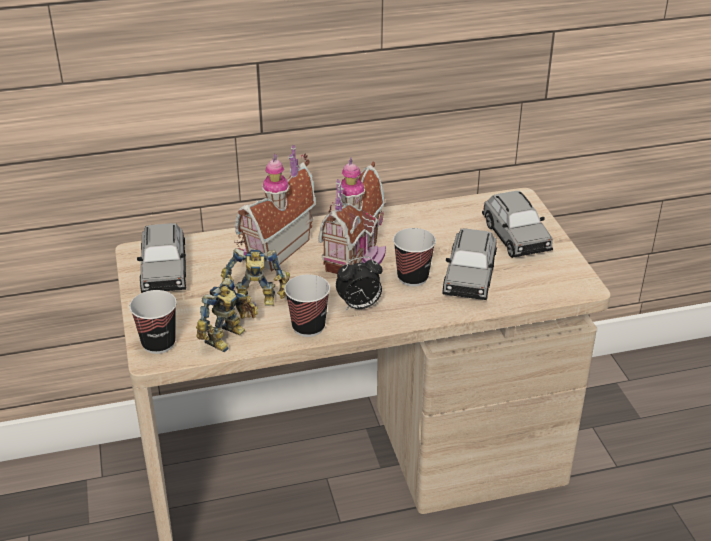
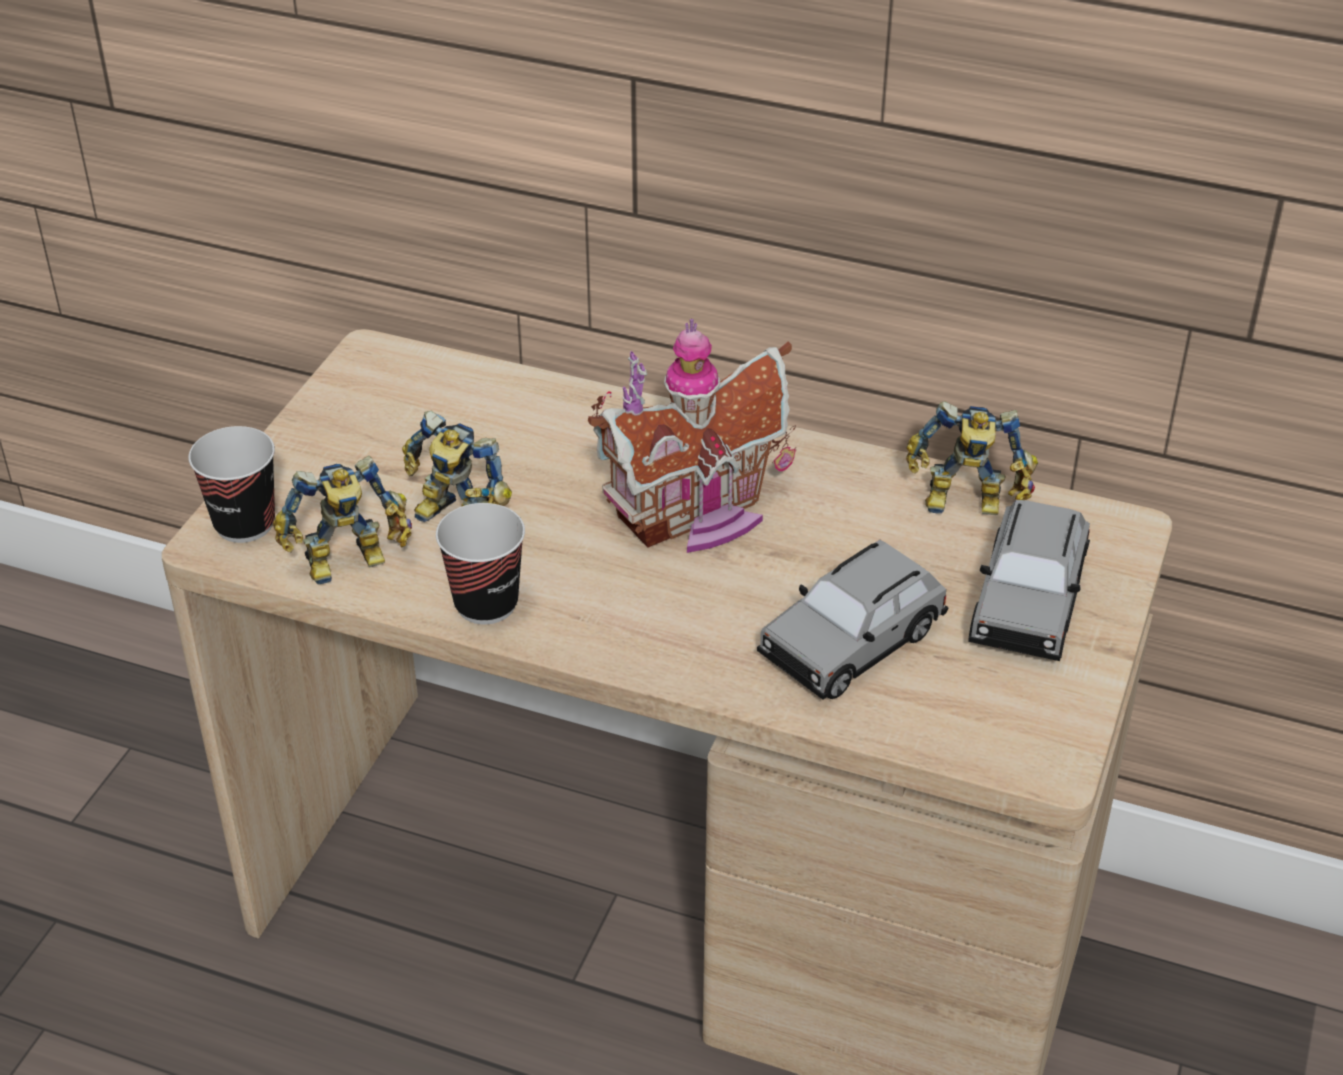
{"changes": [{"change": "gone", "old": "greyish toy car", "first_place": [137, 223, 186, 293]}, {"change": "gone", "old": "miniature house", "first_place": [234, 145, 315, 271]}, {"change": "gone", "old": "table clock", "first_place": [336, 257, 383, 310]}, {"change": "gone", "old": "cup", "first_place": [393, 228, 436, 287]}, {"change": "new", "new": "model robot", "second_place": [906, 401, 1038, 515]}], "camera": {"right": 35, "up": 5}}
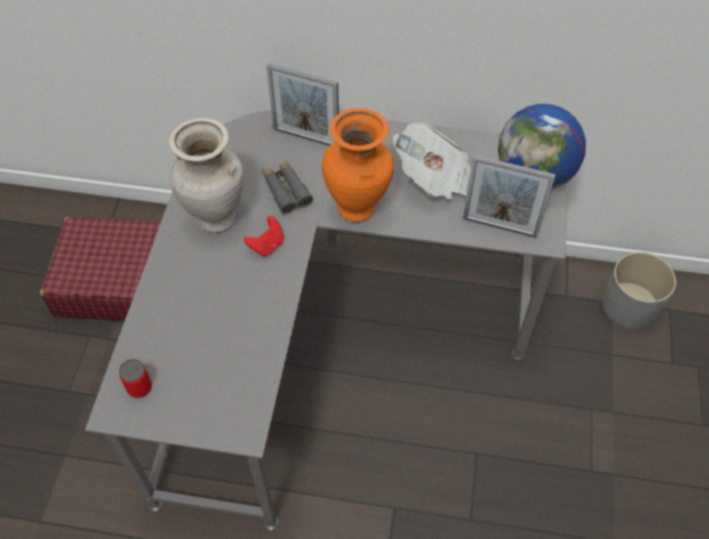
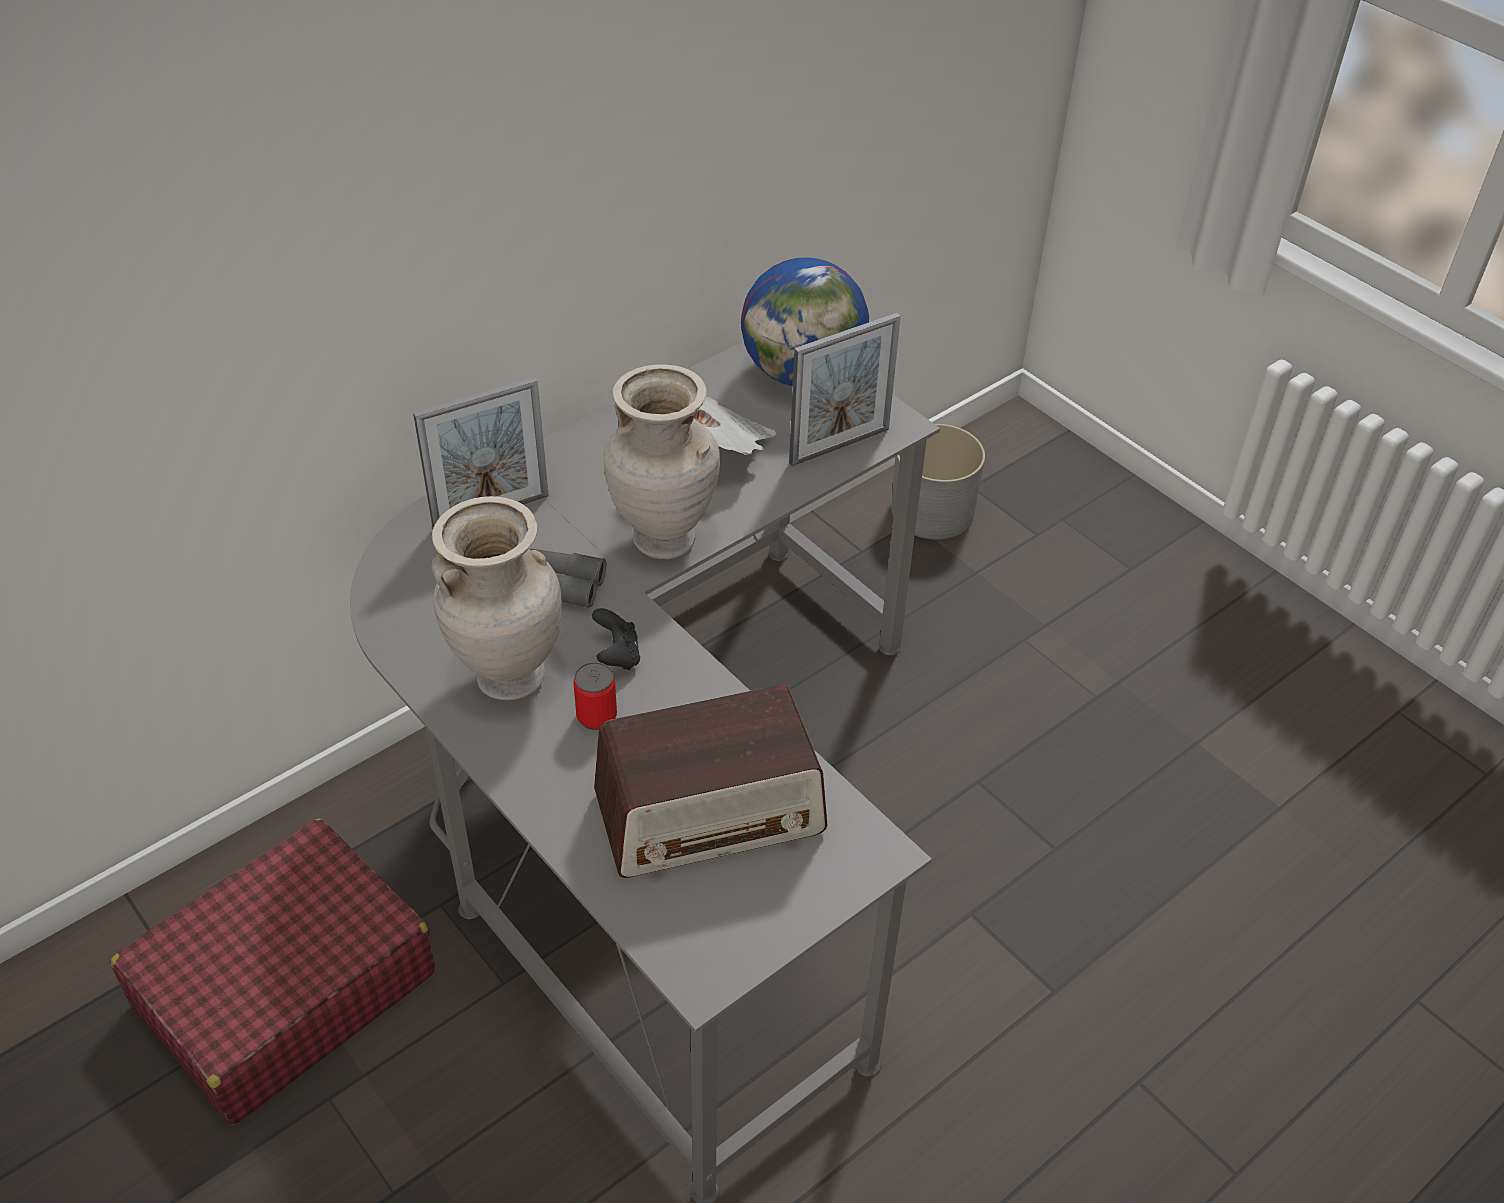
{"changes": [{"change": "shifted", "old": "sealed can", "first_place": [119, 359, 152, 398], "second_place": [573, 662, 617, 730]}, {"change": "repainted", "old": "red-coloured joypad", "new": "black-coloured joypad", "first_place": [244, 216, 284, 256], "second_place": [592, 608, 640, 670]}, {"change": "repainted", "old": "orange vase", "new": "beige vase", "first_place": [322, 108, 394, 222], "second_place": [604, 364, 720, 559]}, {"change": "new", "new": "radio", "second_place": [594, 685, 827, 878]}], "camera": {"right": -50, "up": -10}}
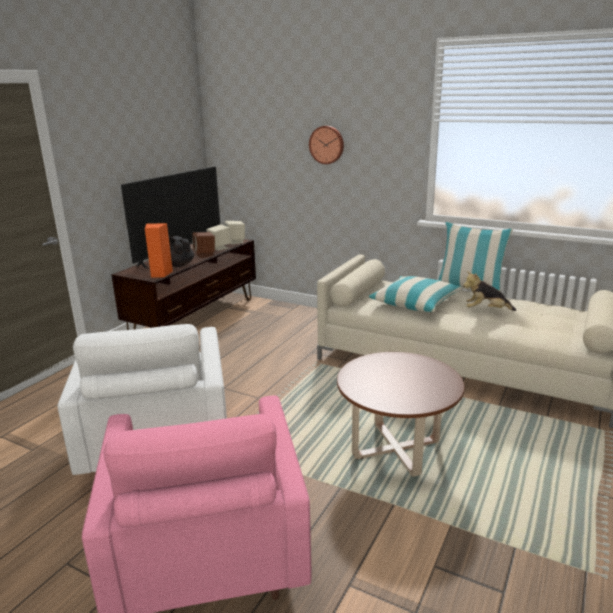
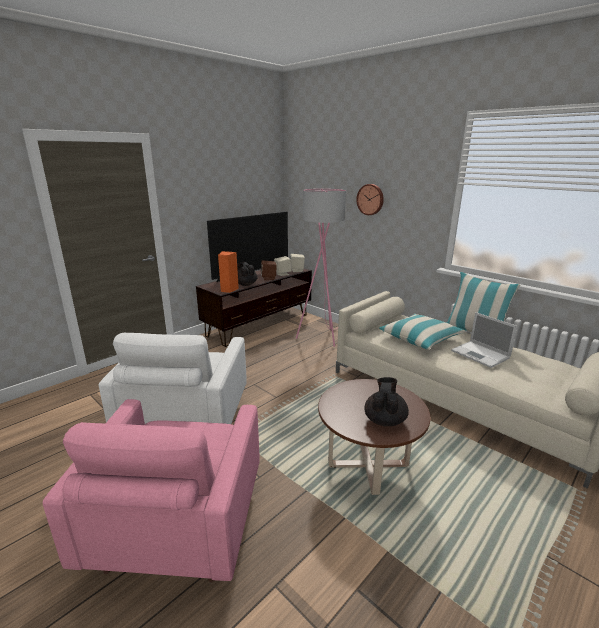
{"changes": [{"change": "swapped", "old": "soft toy", "new": "notebook computer", "first_place": [463, 271, 516, 311], "second_place": [451, 312, 518, 368]}, {"change": "new", "new": "pink floor lamp", "second_place": [296, 189, 346, 347]}, {"change": "new", "new": "black-coloured tea pot", "second_place": [364, 377, 409, 427]}], "camera": {"right": 15, "up": 0}}
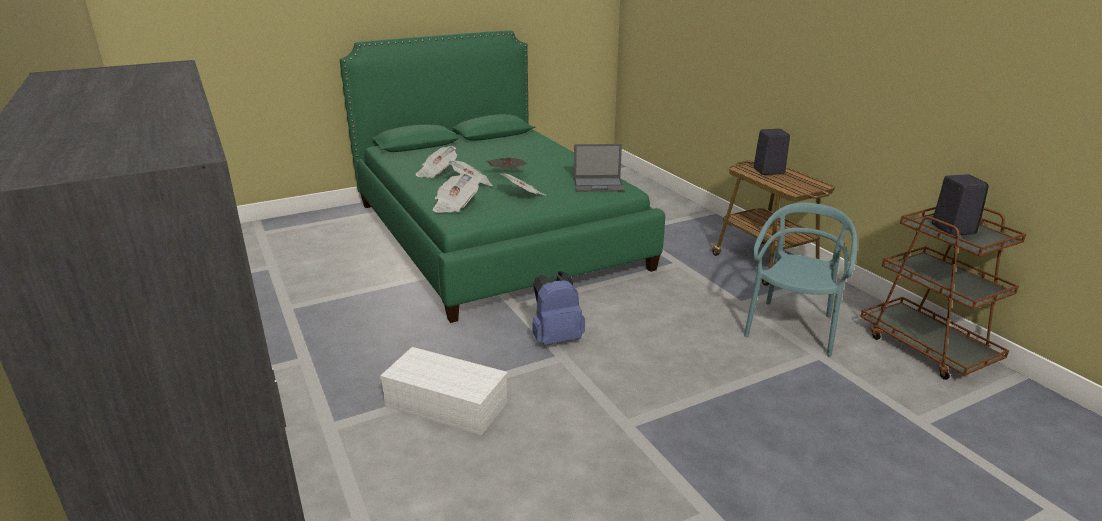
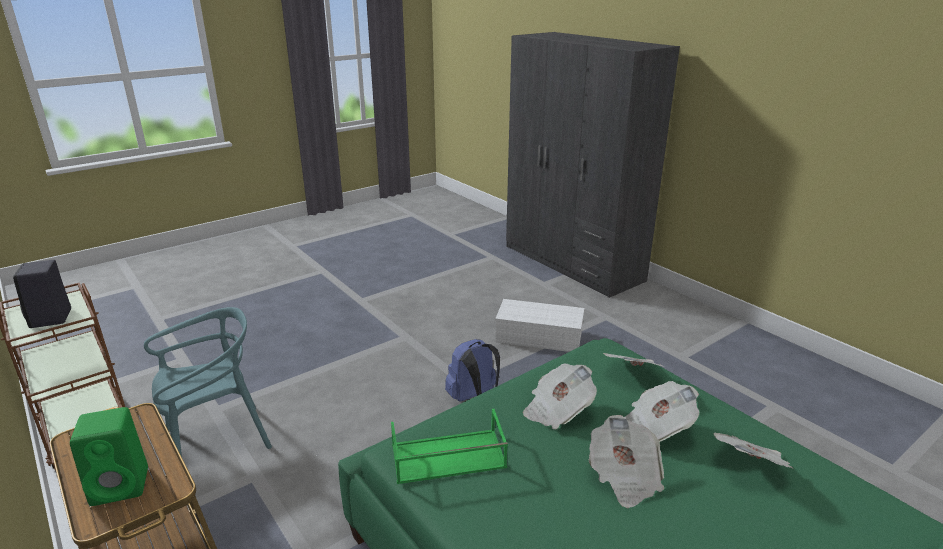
{"changes": [{"change": "swapped", "old": "notebook computer", "new": "greenish serving tray", "first_place": [574, 144, 624, 192], "second_place": [391, 409, 508, 484]}, {"change": "rotated", "old": "turquoise plain chair", "first_place": [744, 202, 857, 356], "second_place": [144, 307, 272, 457], "degrees": -135}, {"change": "repainted", "old": "black-coloured loudspeaker", "new": "greenish loudspeaker", "first_place": [754, 129, 790, 175], "second_place": [70, 407, 148, 506]}], "camera": {"right": 170, "up": 0}}
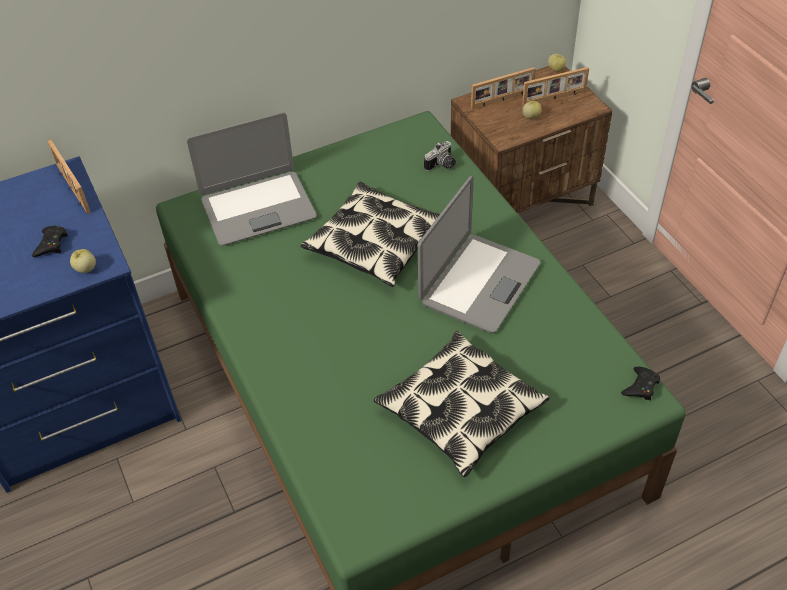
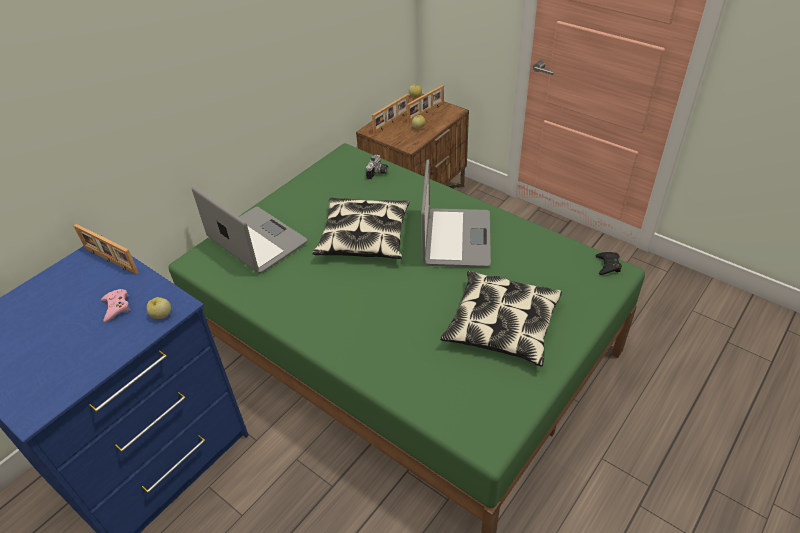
{"changes": [{"change": "repainted", "old": "black-coloured joypad", "new": "pink joypad", "first_place": [32, 226, 68, 257], "second_place": [101, 289, 130, 322]}, {"change": "rotated", "old": "notebook computer", "first_place": [187, 112, 317, 246], "second_place": [192, 186, 307, 274], "degrees": -90}], "camera": {"right": -25, "up": -5}}
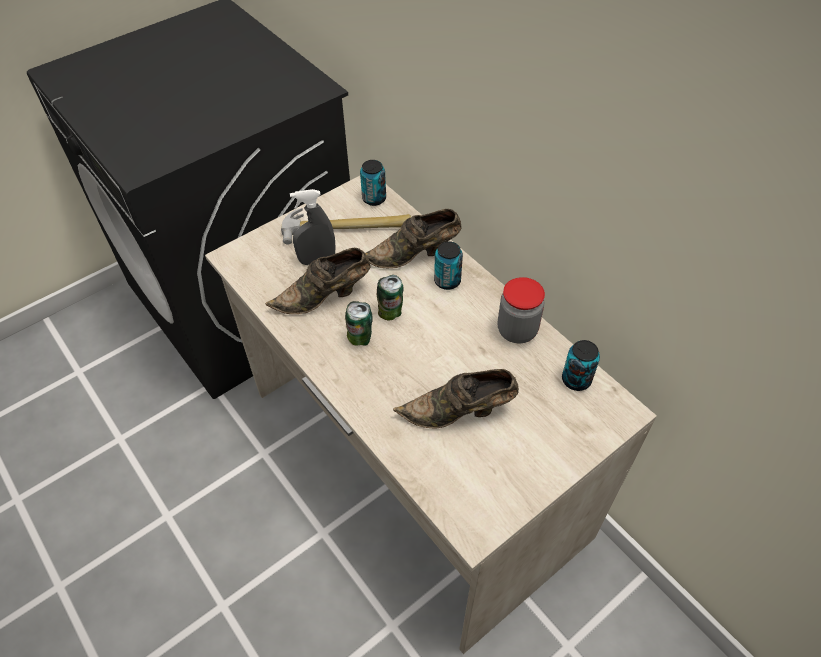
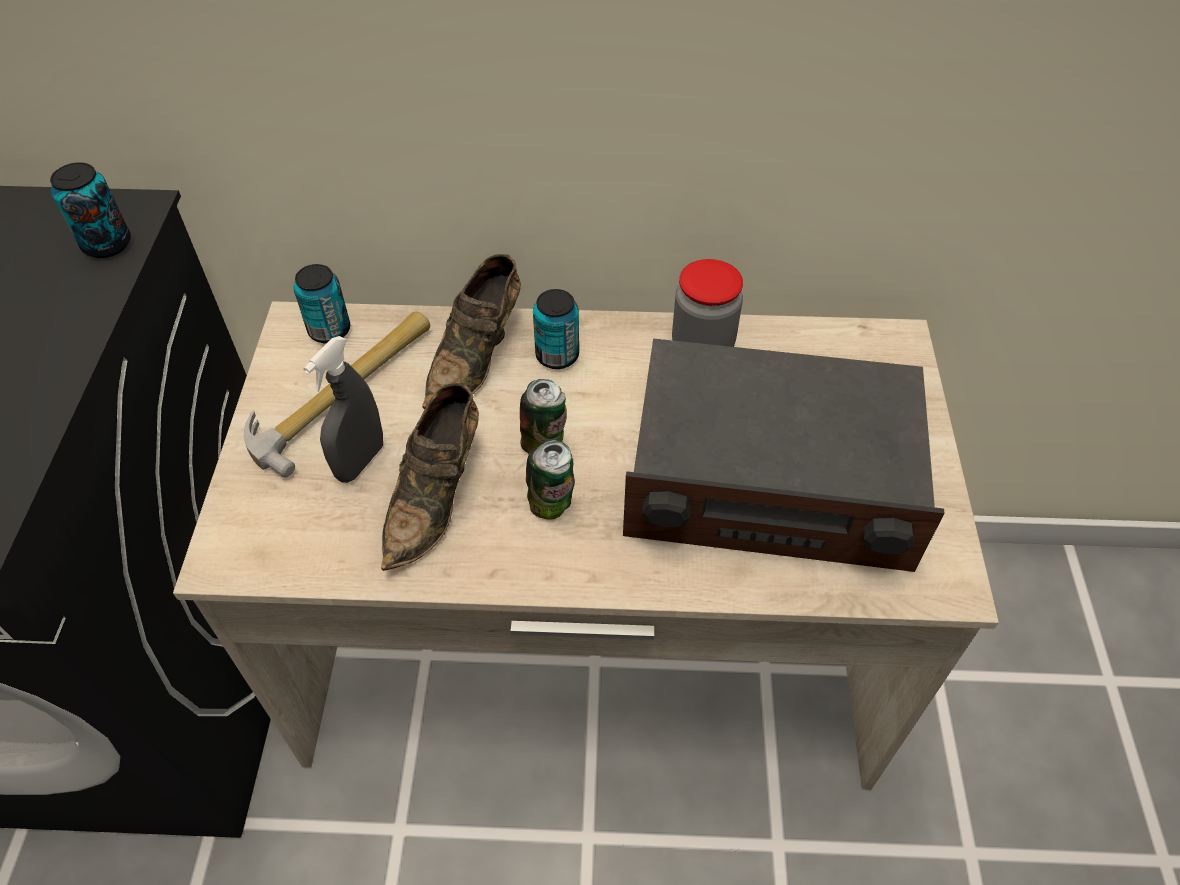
{"changes": [{"change": "swapped", "old": "brownish low shoe", "new": "radio", "first_place": [393, 369, 519, 429], "second_place": [623, 339, 944, 572]}, {"change": "shifted", "old": "sealed can", "first_place": [562, 340, 600, 391], "second_place": [50, 162, 131, 258]}], "camera": {"right": -50, "up": 0}}
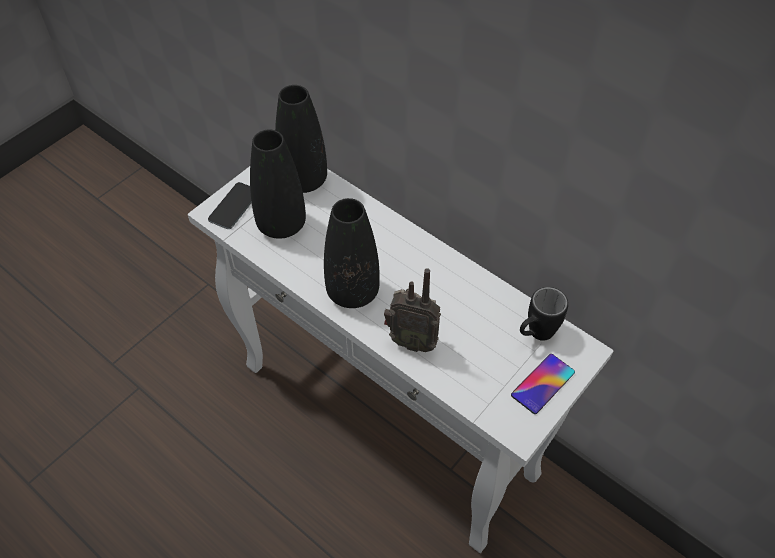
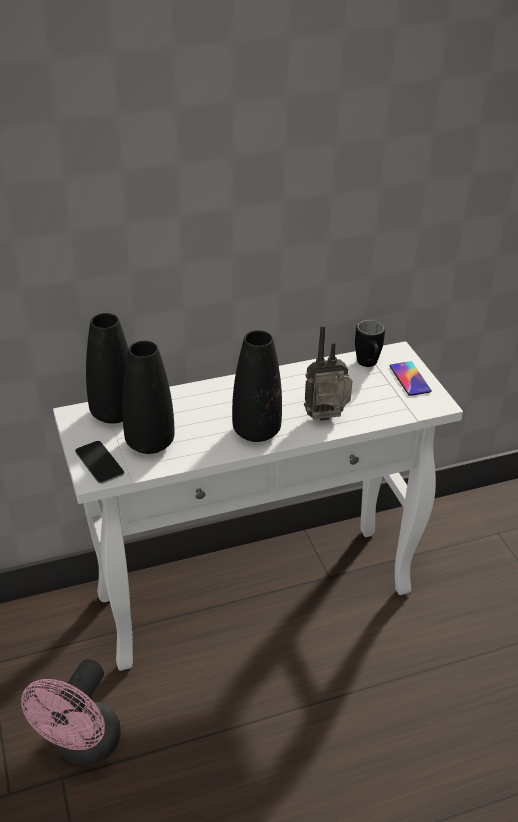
{"changes": [{"change": "rotated", "old": "radio", "first_place": [384, 268, 441, 352], "second_place": [304, 325, 353, 421], "degrees": -150}, {"change": "new", "new": "pink cooling fan", "second_place": [21, 659, 121, 765]}], "camera": {"right": -60, "up": -15}}
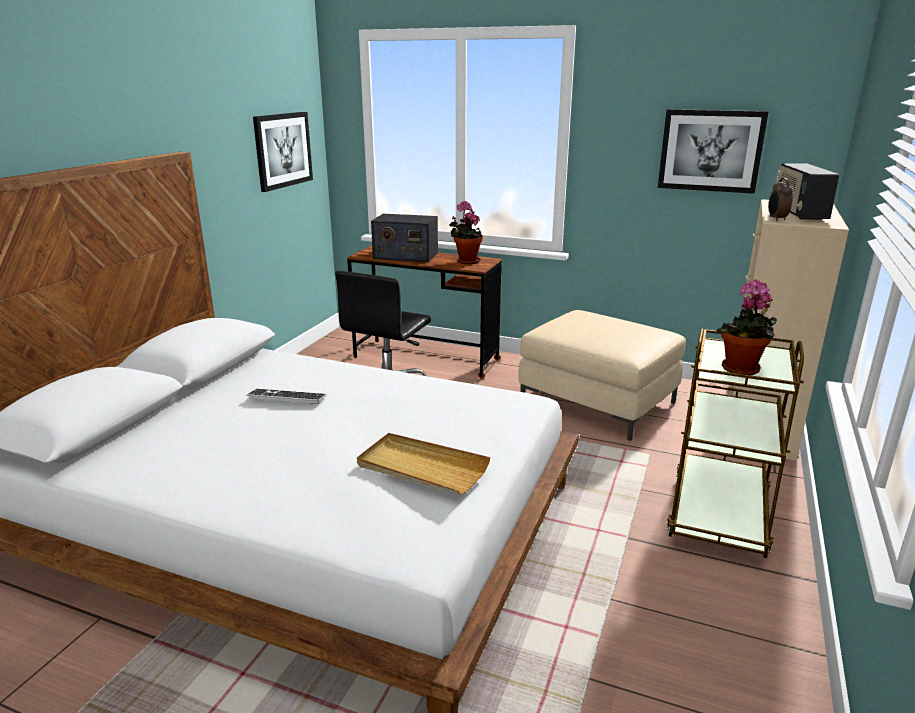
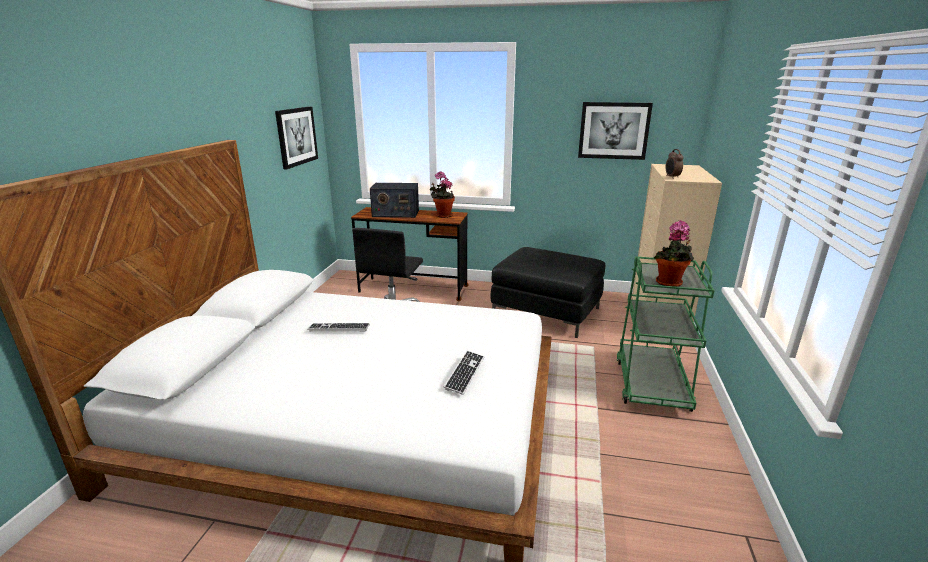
{"changes": [{"change": "swapped", "old": "beige serving tray", "new": "keyboard", "first_place": [357, 433, 490, 494], "second_place": [443, 351, 484, 395]}, {"change": "repainted", "old": "beige footrest", "new": "black-coloured footrest", "first_place": [518, 310, 686, 441], "second_place": [491, 247, 605, 338]}, {"change": "repainted", "old": "brownish wheeled cart", "new": "greenish wheeled cart", "first_place": [667, 329, 804, 558], "second_place": [617, 256, 715, 412]}, {"change": "gone", "old": "radio", "first_place": [776, 163, 840, 220]}], "camera": {"right": -10, "up": 0}}
